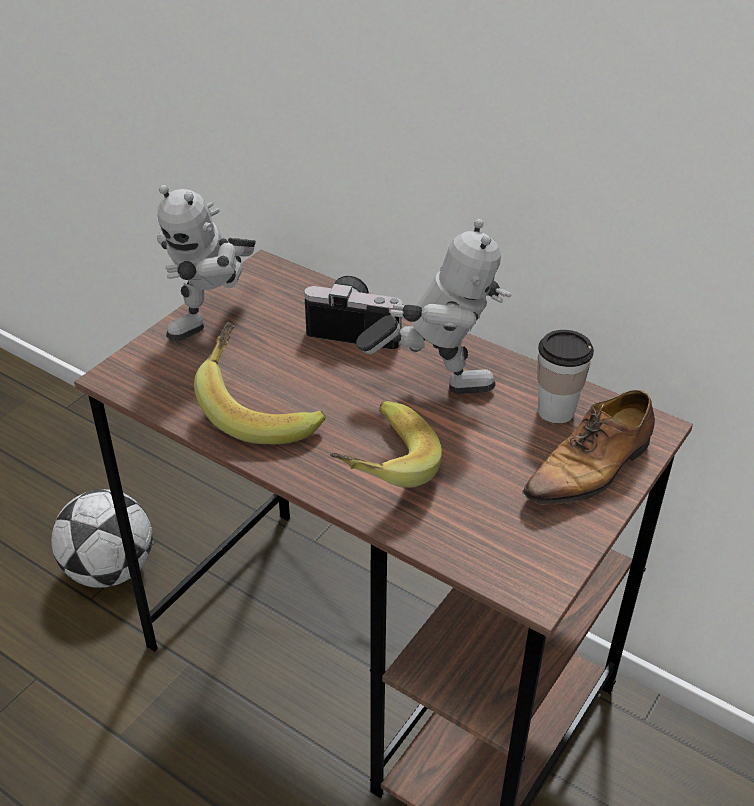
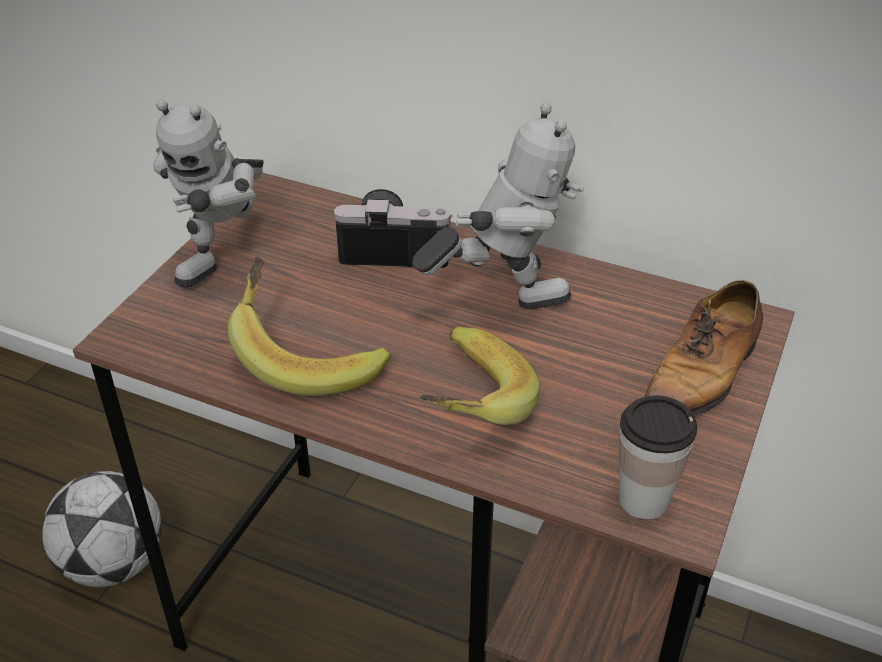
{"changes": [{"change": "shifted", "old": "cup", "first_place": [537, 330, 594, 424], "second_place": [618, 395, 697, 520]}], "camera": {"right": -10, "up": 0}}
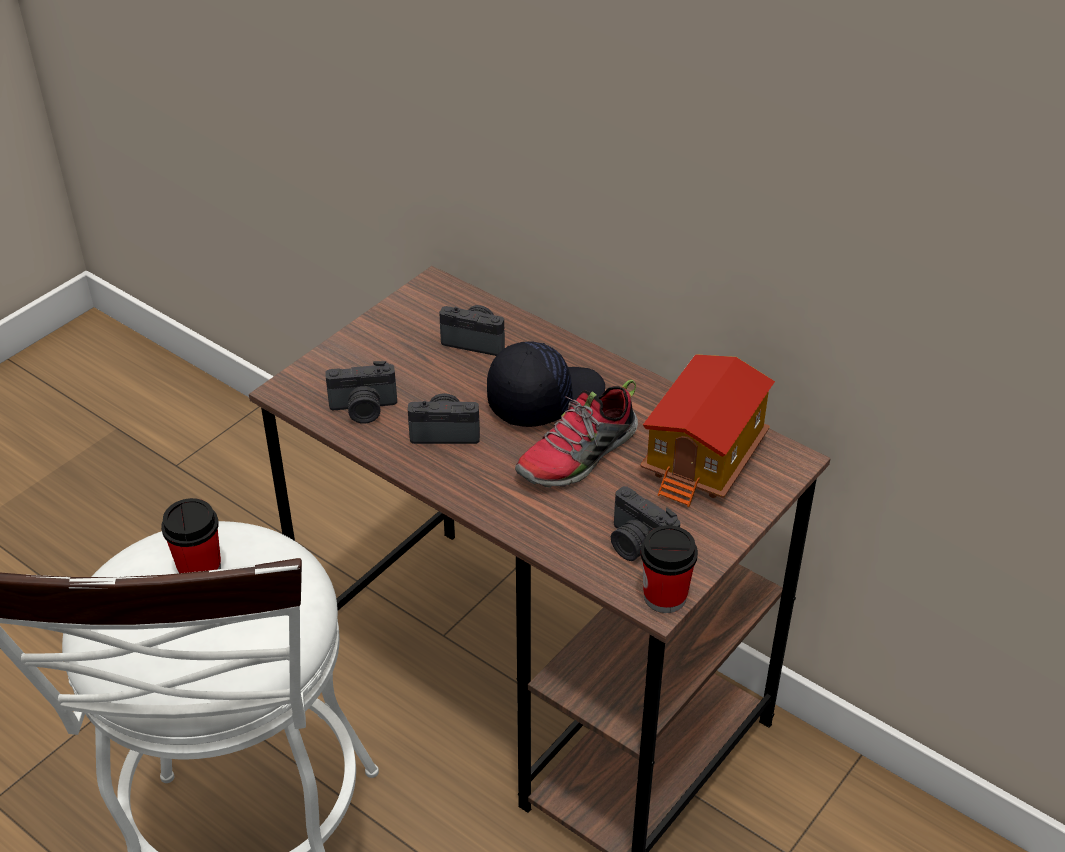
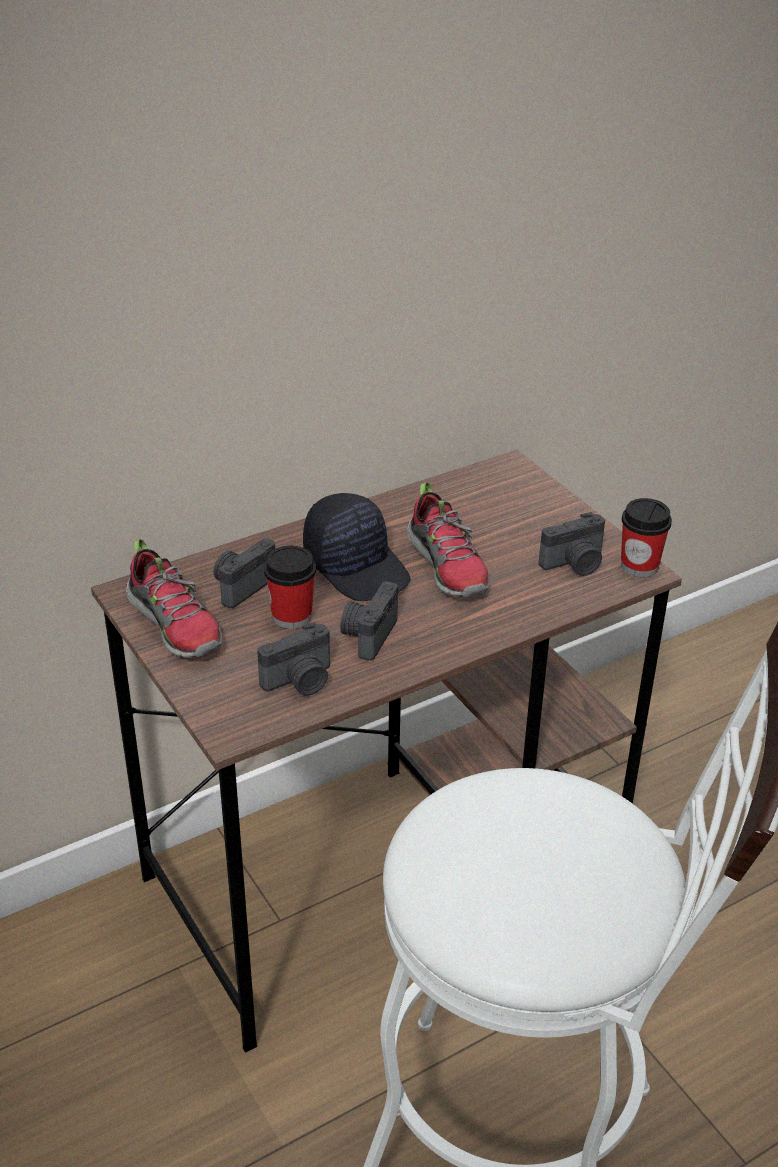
{"changes": [{"change": "shifted", "old": "cup", "first_place": [161, 498, 221, 573], "second_place": [264, 546, 316, 629]}, {"change": "rotated", "old": "still camera", "first_place": [325, 361, 397, 424], "second_place": [257, 622, 330, 696], "degrees": 45}, {"change": "rotated", "old": "black-coloured cap", "first_place": [487, 342, 605, 427], "second_place": [303, 493, 411, 601], "degrees": 150}, {"change": "gone", "old": "miniature house", "first_place": [641, 354, 775, 507]}, {"change": "new", "new": "low shoe", "second_place": [126, 539, 223, 658]}], "camera": {"right": -70, "up": -5}}
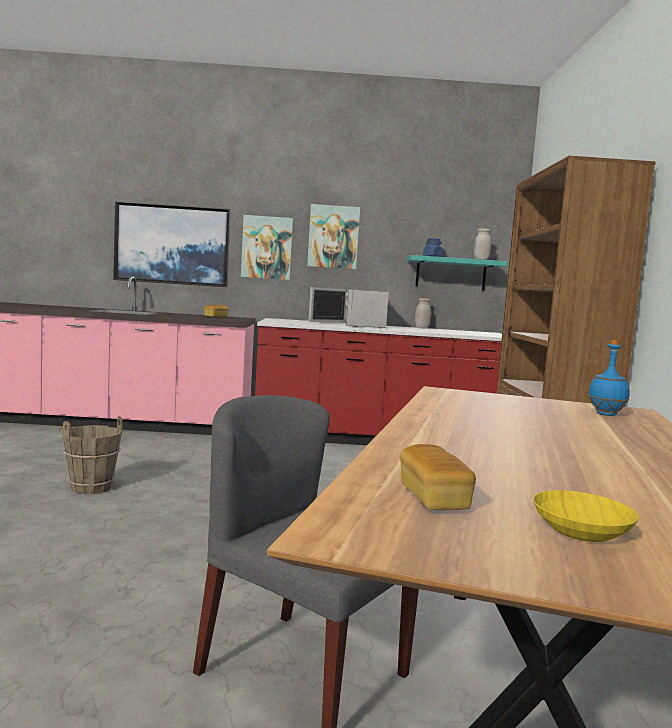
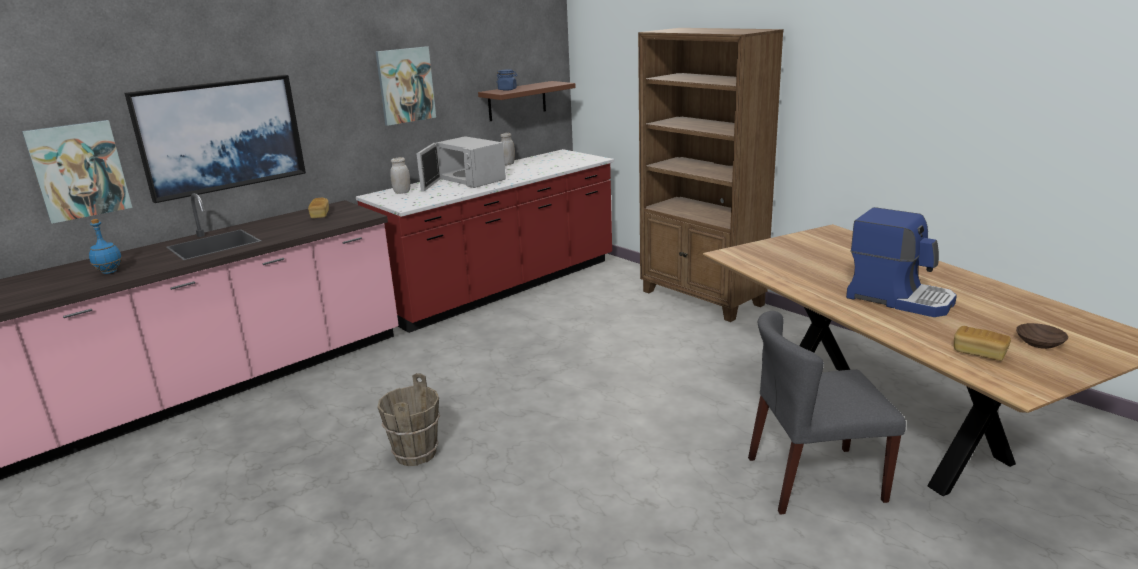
{"changes": [{"change": "shifted", "old": "picture", "first_place": [241, 215, 293, 280], "second_place": [22, 120, 132, 224]}, {"change": "repainted", "old": "turquoise bracket shelf", "new": "brownish bracket shelf", "first_place": [407, 255, 507, 291], "second_place": [478, 81, 576, 121]}, {"change": "shifted", "old": "white jar", "first_place": [474, 229, 491, 260], "second_place": [390, 157, 410, 194]}, {"change": "repainted", "old": "yellow deep dish", "new": "brownish deep dish", "first_place": [533, 490, 639, 542], "second_place": [1016, 323, 1068, 349]}, {"change": "shifted", "old": "bluish beverage bottle", "first_place": [588, 340, 630, 416], "second_place": [89, 219, 122, 274]}, {"change": "new", "new": "coffee machine", "second_place": [846, 207, 957, 317]}], "camera": {"right": -40, "up": 15}}
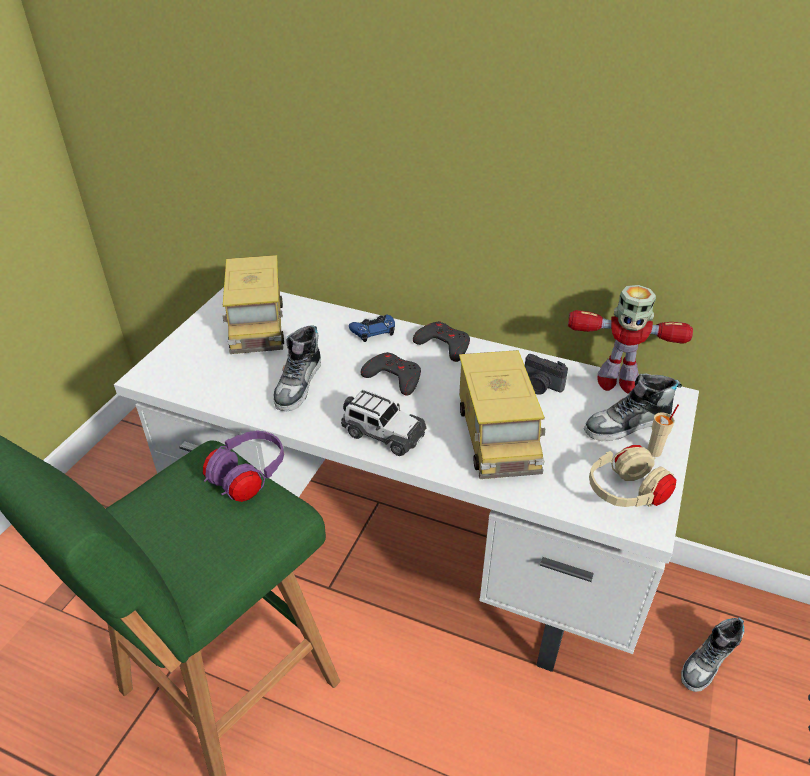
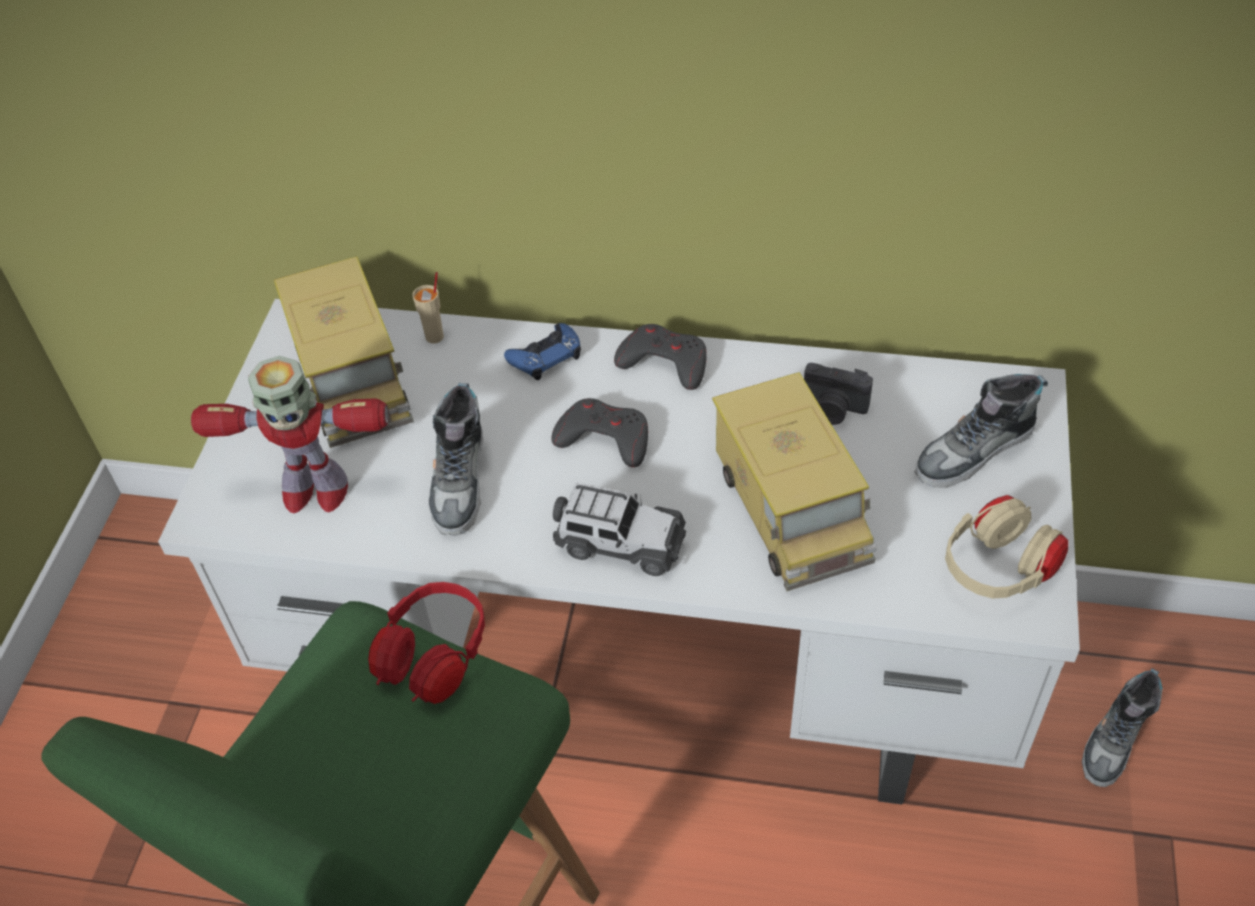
{"changes": [{"change": "repainted", "old": "purplish headphones", "new": "red-coloured headphones", "first_place": [203, 431, 284, 502], "second_place": [368, 582, 485, 704]}, {"change": "shifted", "old": "model robot", "first_place": [568, 285, 693, 394], "second_place": [191, 356, 389, 513]}, {"change": "shifted", "old": "beige cup", "first_place": [647, 404, 679, 457], "second_place": [412, 272, 444, 344]}], "camera": {"right": -10, "up": 10}}
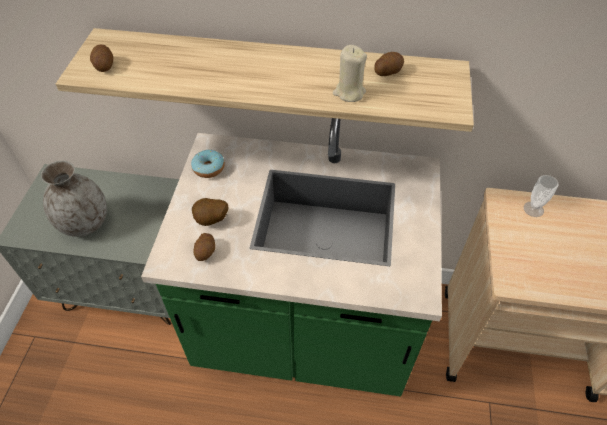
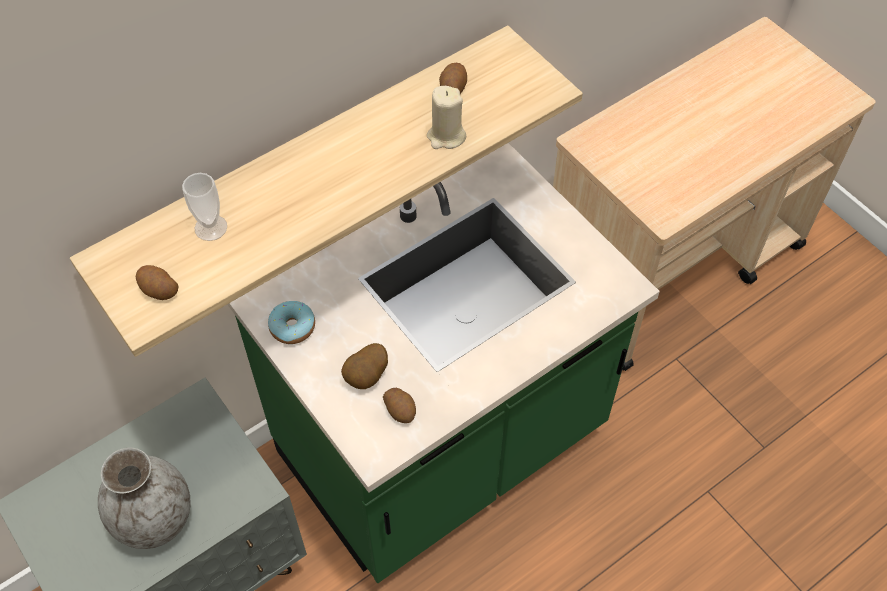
{"changes": [{"change": "shifted", "old": "cup", "first_place": [524, 175, 559, 217], "second_place": [182, 173, 227, 241]}], "camera": {"right": -45, "up": 5}}
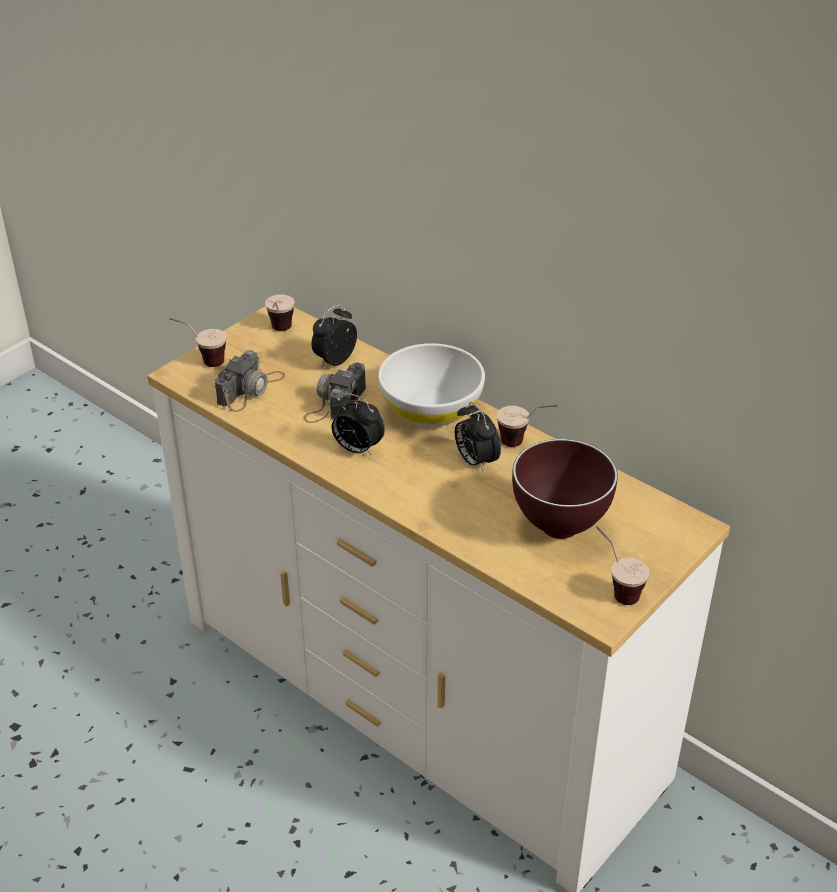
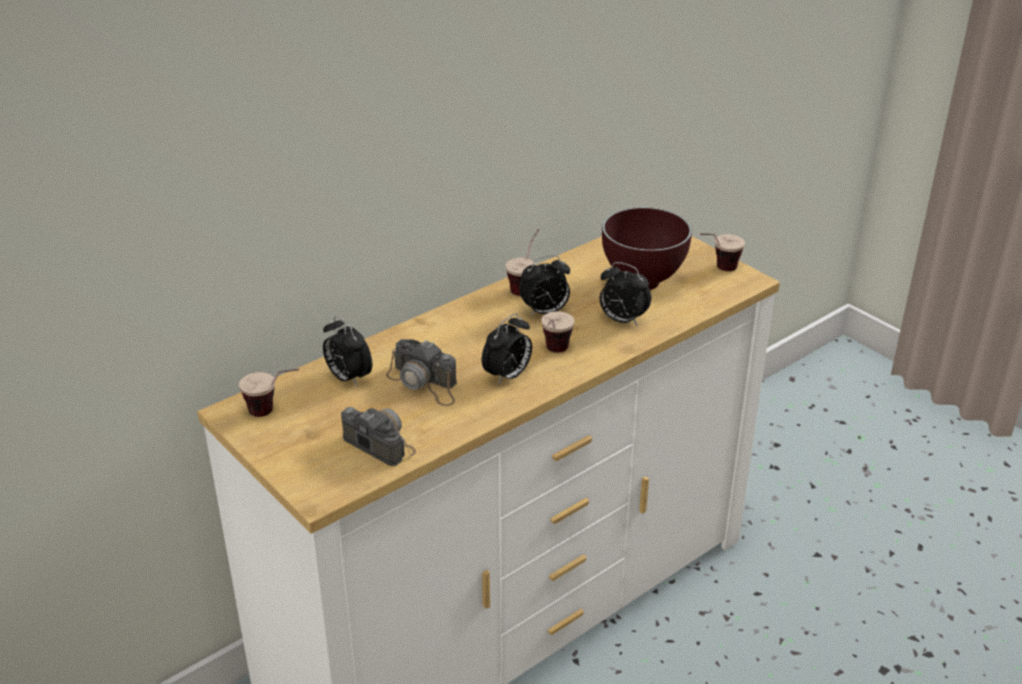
{"changes": [{"change": "shifted", "old": "cup", "first_place": [169, 317, 226, 367], "second_place": [541, 311, 574, 353]}, {"change": "gone", "old": "white deep dish", "first_place": [378, 343, 485, 427]}, {"change": "new", "new": "table clock", "second_place": [600, 262, 651, 327]}], "camera": {"right": -80, "up": -5}}
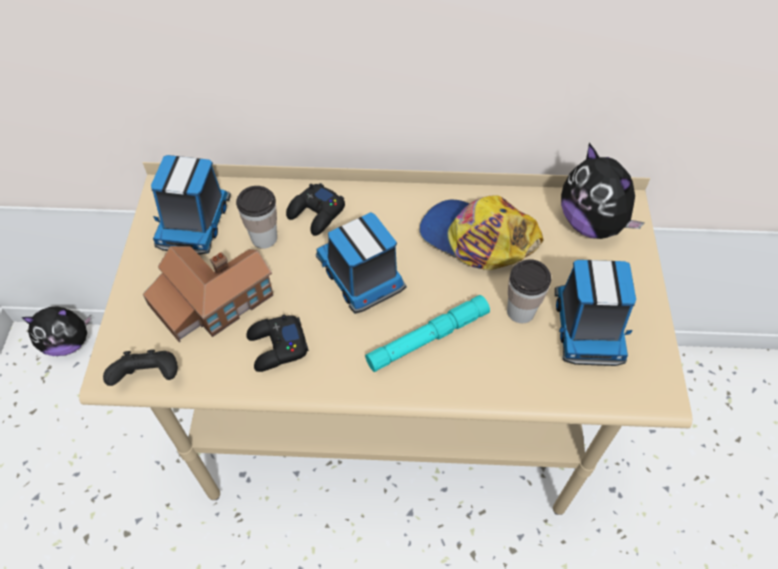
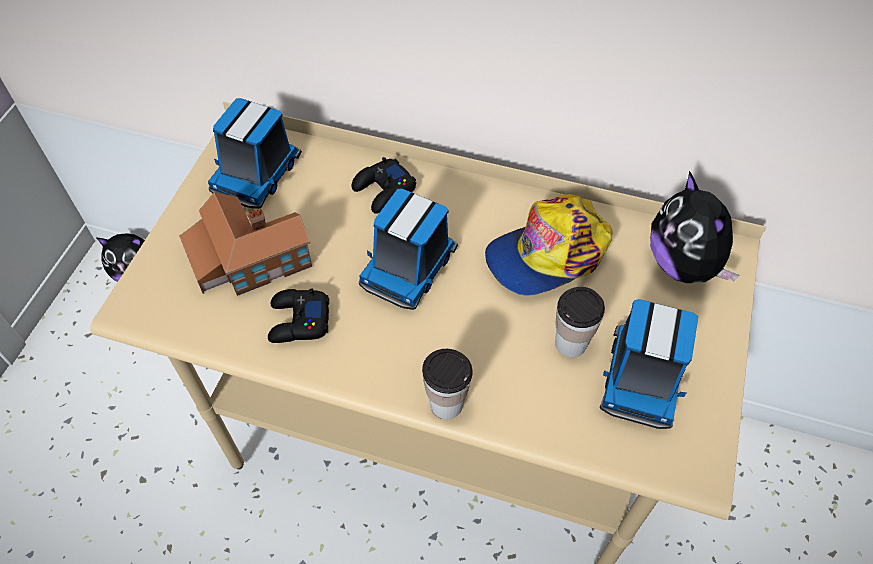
{"changes": [{"change": "gone", "old": "black-coloured joypad", "first_place": [103, 350, 178, 386]}, {"change": "shifted", "old": "cup", "first_place": [236, 186, 277, 249], "second_place": [422, 349, 473, 419]}, {"change": "rotated", "old": "toy truck", "first_place": [316, 212, 407, 314], "second_place": [359, 189, 458, 310], "degrees": -135}, {"change": "gone", "old": "turquoise torch", "first_place": [365, 295, 490, 372]}, {"change": "rotated", "old": "cap", "first_place": [419, 195, 543, 270], "second_place": [485, 194, 612, 296], "degrees": -75}], "camera": {"right": 15, "up": 0}}
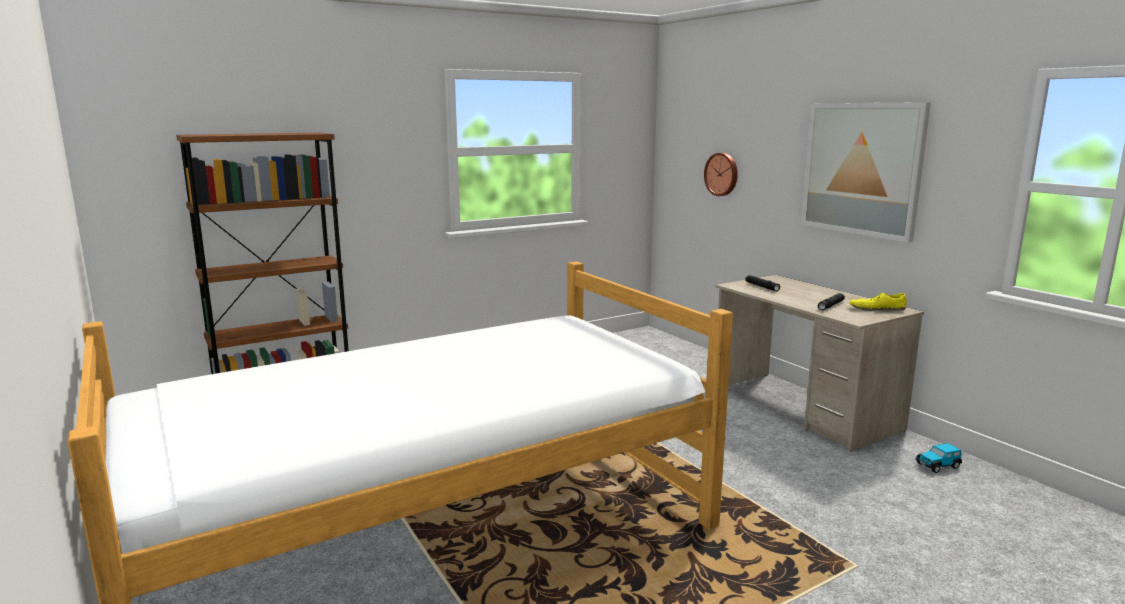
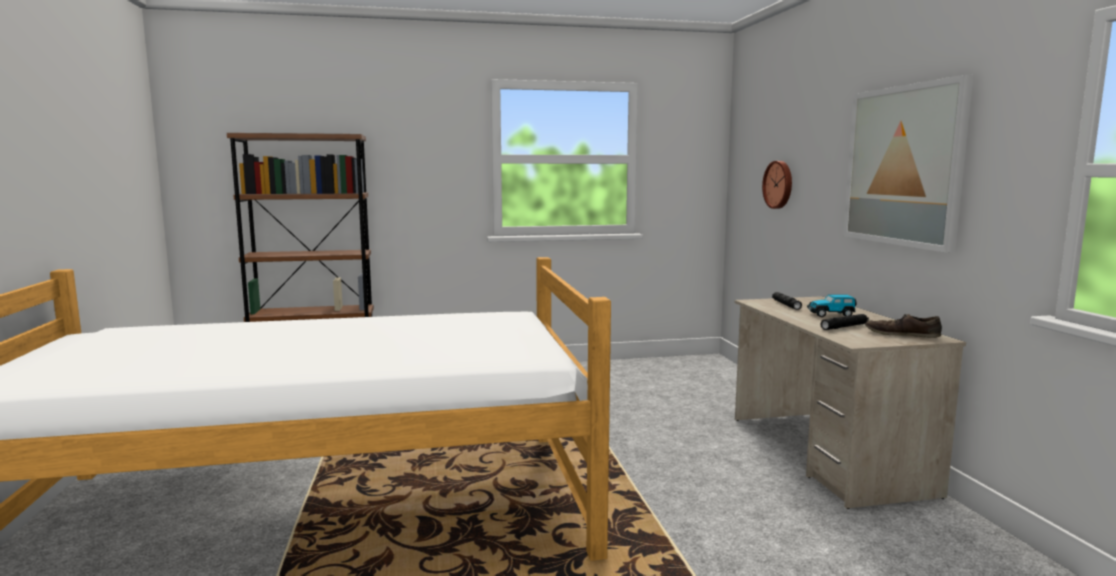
{"changes": [{"change": "repainted", "old": "yellow low shoe", "new": "brownish low shoe", "first_place": [849, 293, 907, 311], "second_place": [865, 314, 942, 338]}, {"change": "shifted", "old": "toy car", "first_place": [916, 443, 962, 473], "second_place": [807, 294, 856, 317]}], "camera": {"right": 20, "up": -5}}
